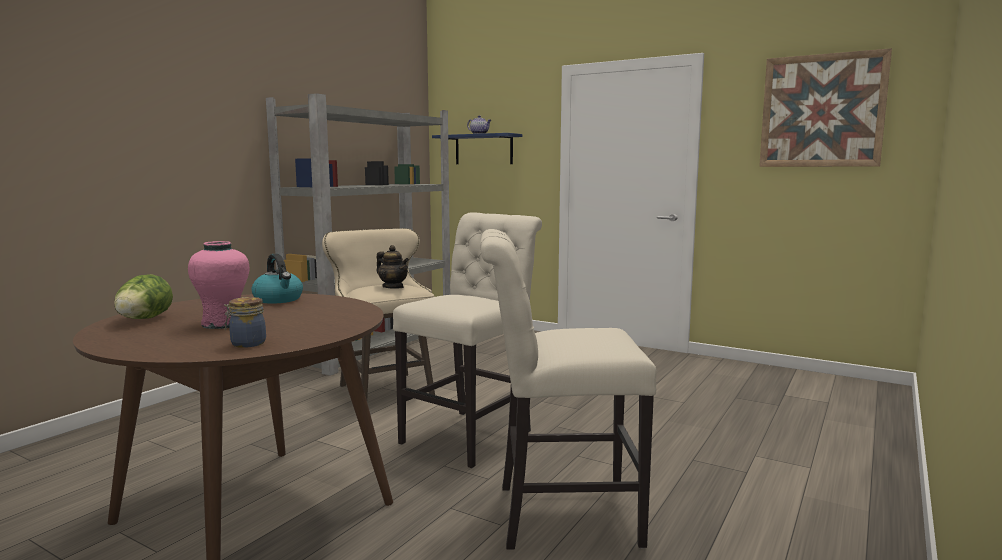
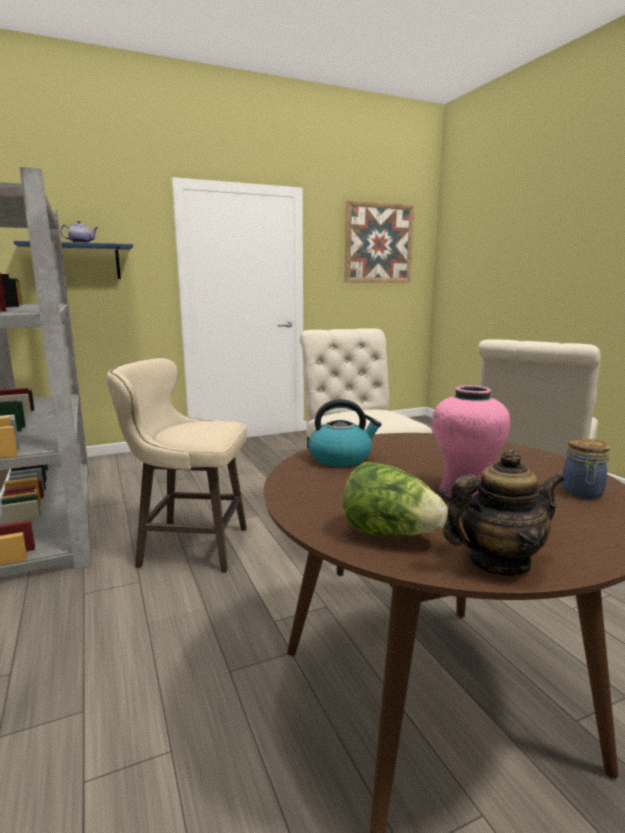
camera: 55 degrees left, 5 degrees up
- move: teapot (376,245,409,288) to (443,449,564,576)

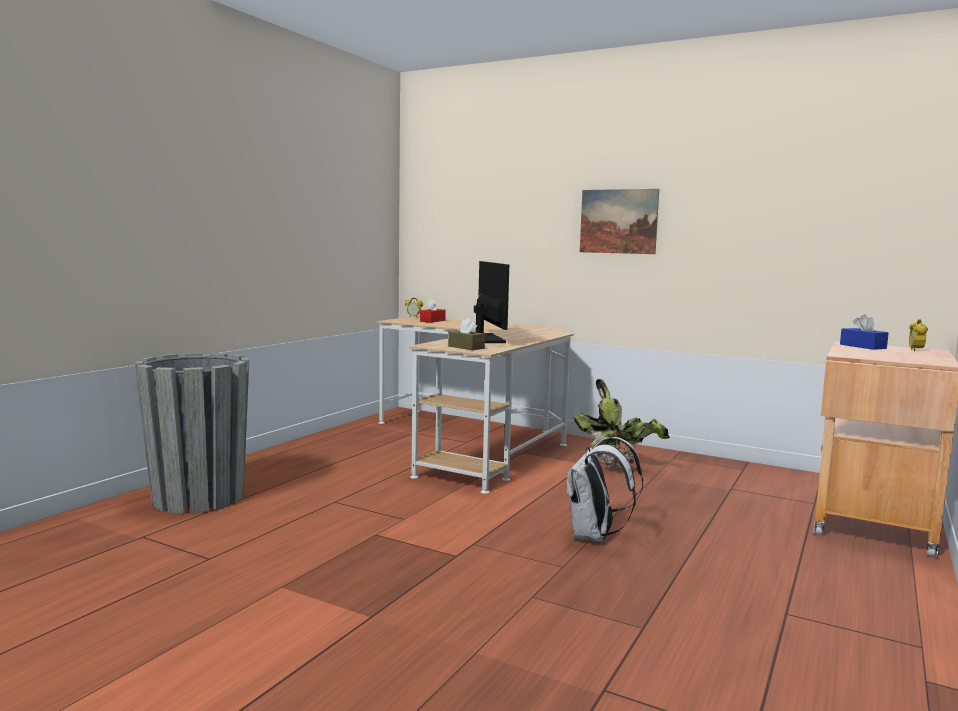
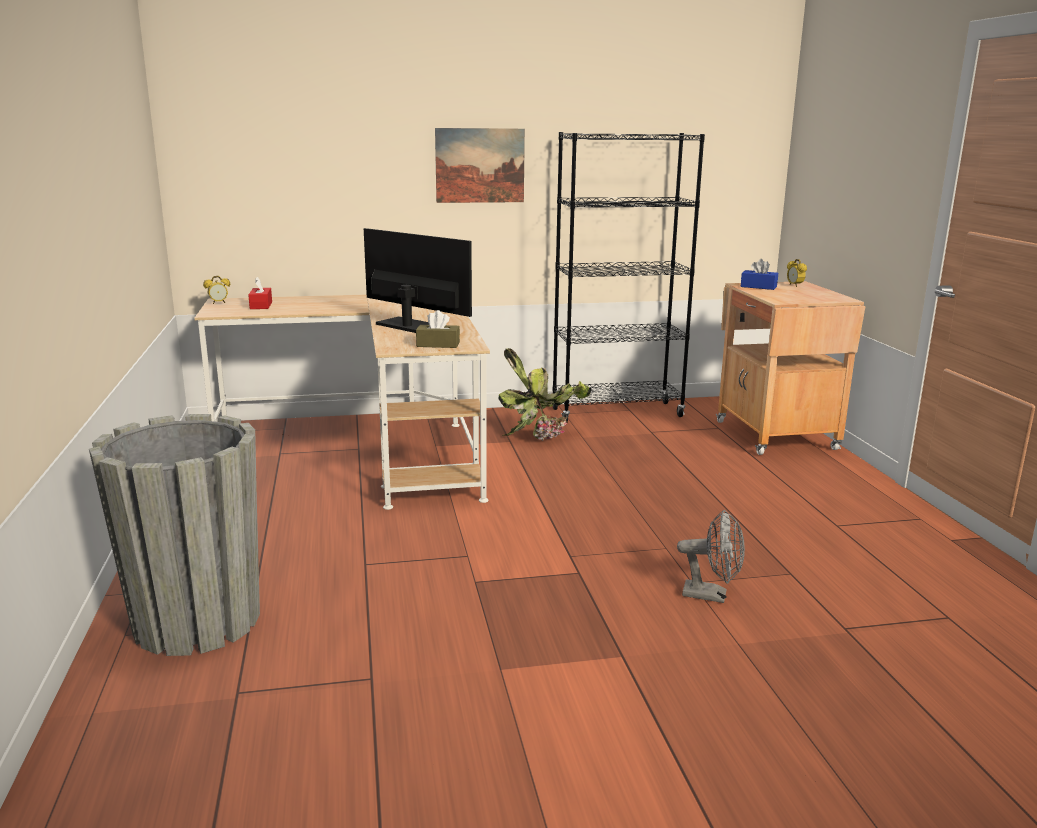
camera: 40 degrees left, 10 degrees up
- insert: black bookcase (553,132,705,422)
- insert: grey fan (677,510,745,603)
- delete: white backpack (566,437,643,542)

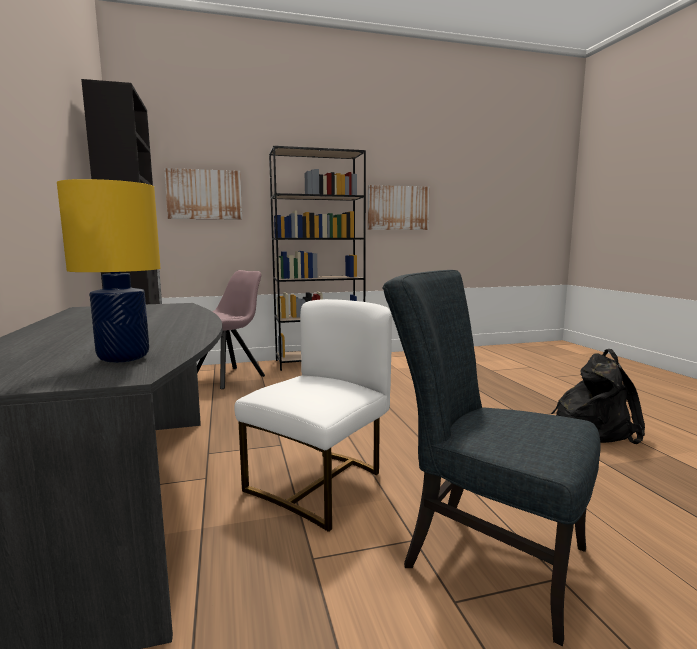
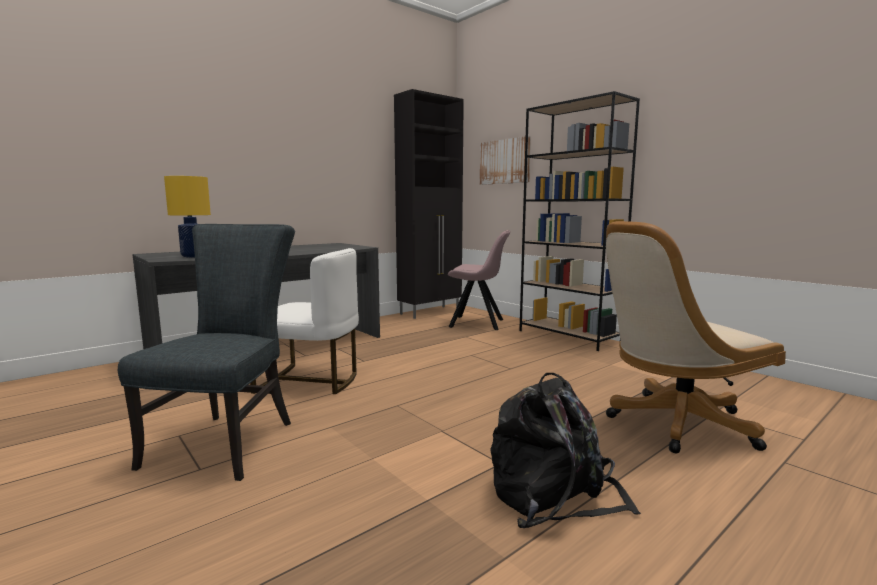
camera: 65 degrees right, 0 degrees up
- insert: office chair (606,221,786,453)
- delete: picture (368,185,430,230)

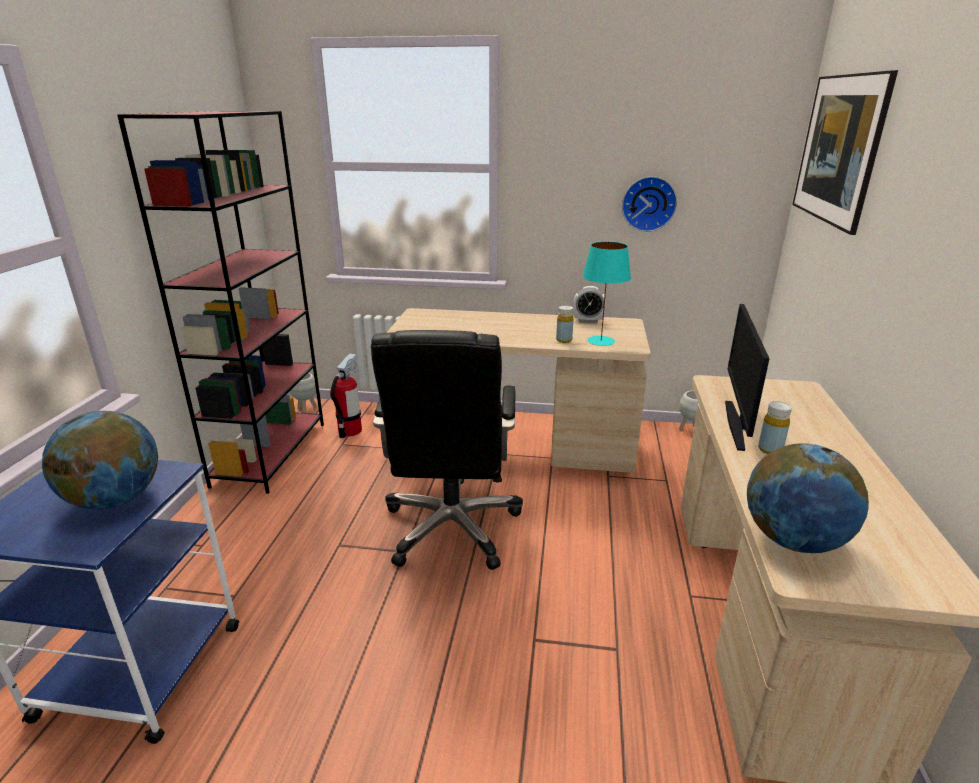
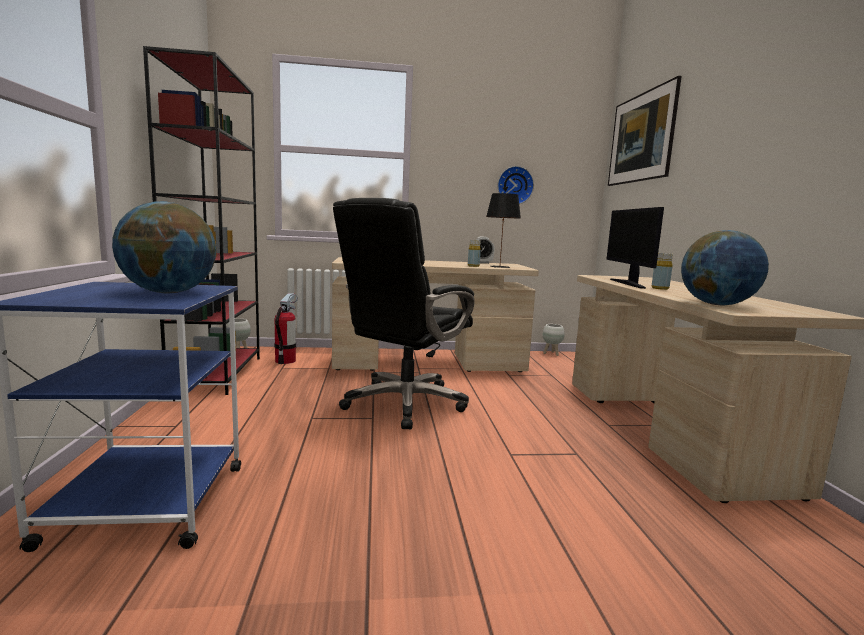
camera: 15 degrees left, 15 degrees down
- rotate: black office chair (371,330,523,570) = (333,198,475,429) 45 degrees clockwise
- recolor: turquoise table lamp (582,241,631,346) to black table lamp (486,193,521,268)

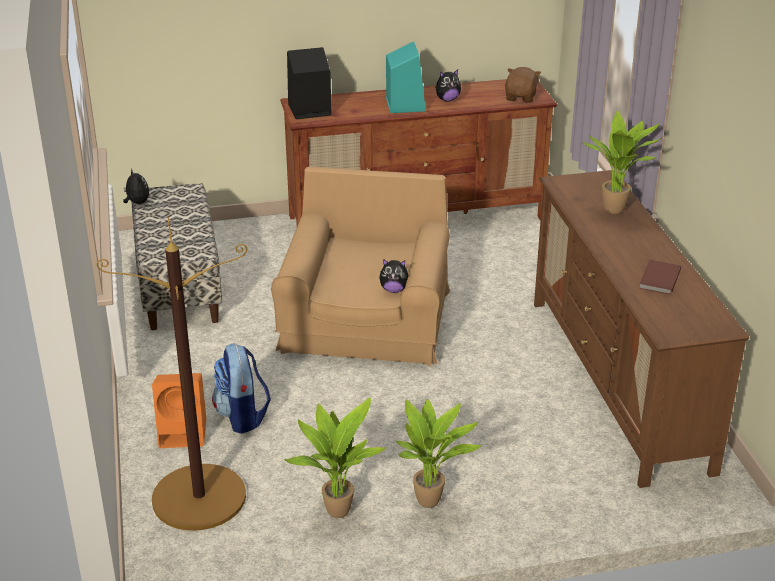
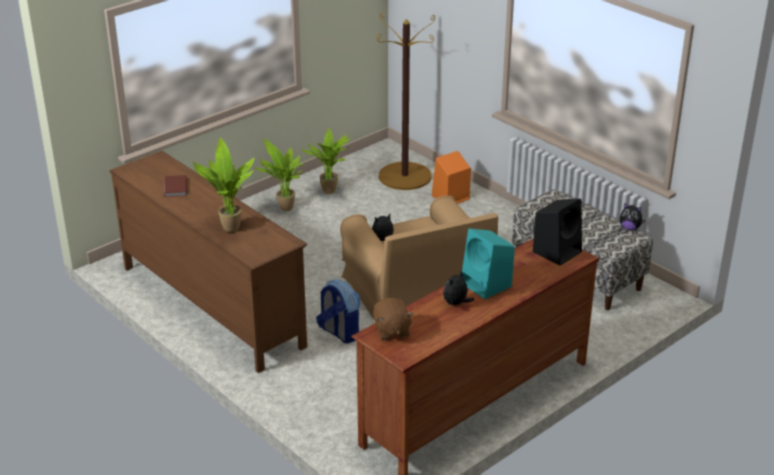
camera: 150 degrees right, 0 degrees up
- move: backpack (212,343,271,434) to (316,279,360,343)

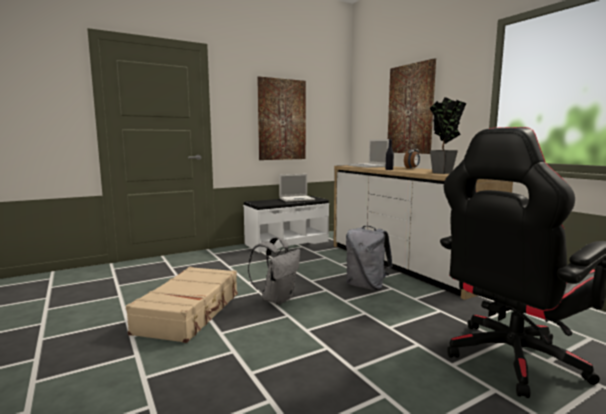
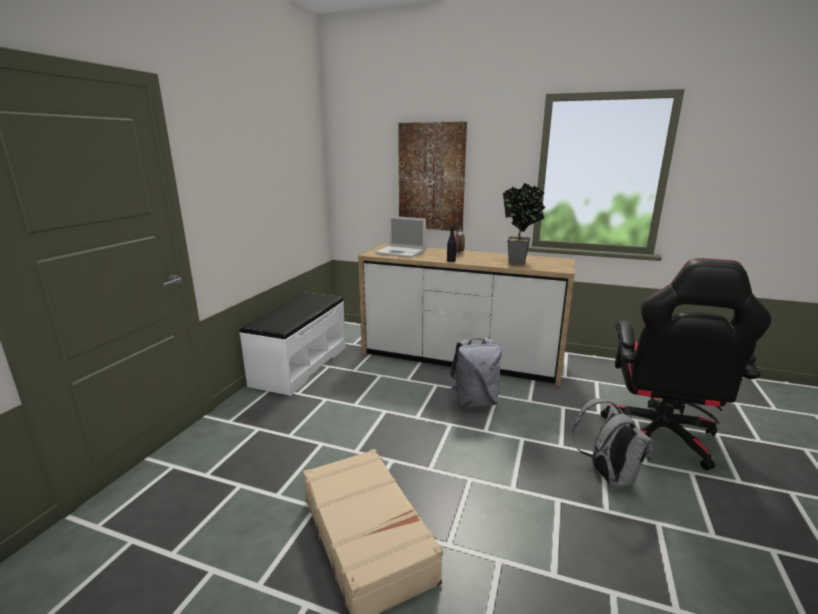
camera: 40 degrees left, 10 degrees up
- move: grey backpack (248,237,300,305) to (573,398,652,487)
- delete: picture (257,76,306,160)
- delete: laptop (279,174,315,202)

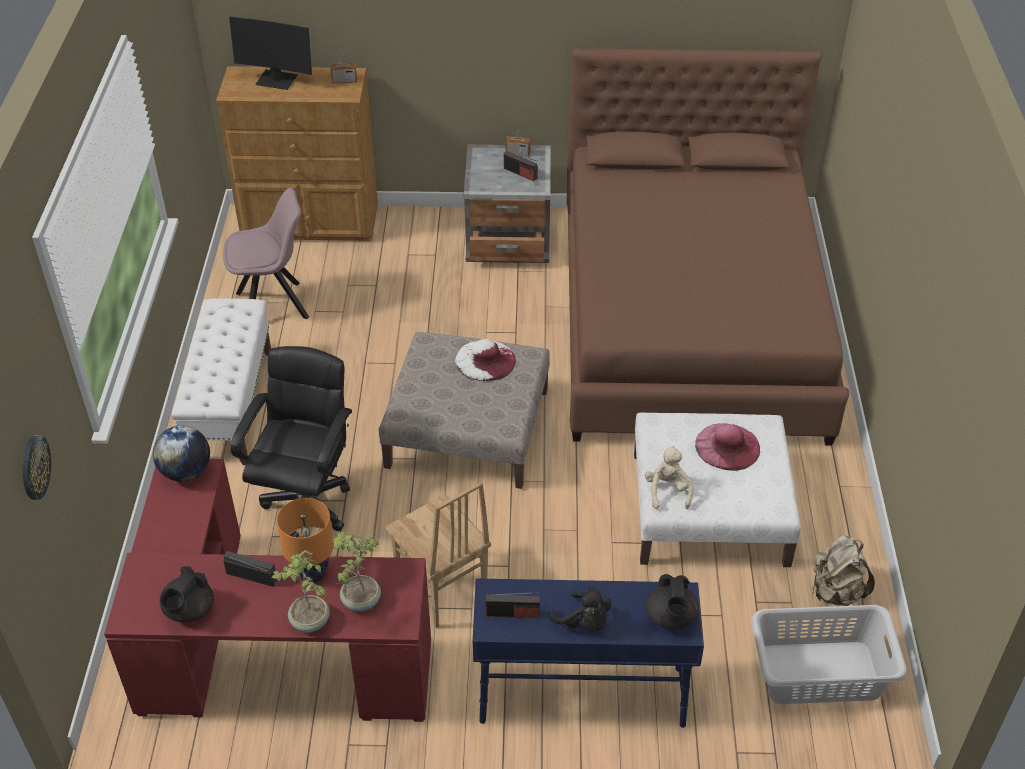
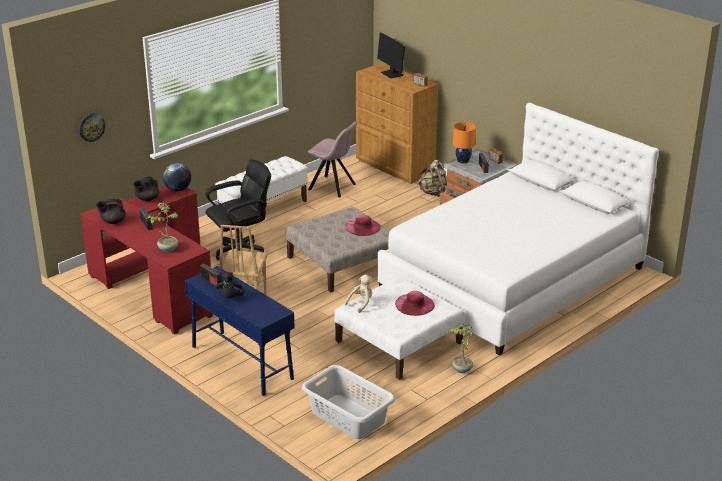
camera: 45 degrees right, 15 degrees down
- move: black teapot (645,574,699,630) to (133,176,159,201)
- recolor: white hat (455,339,516,381) to pink hat (345,215,381,236)
- recolor: brown bed (567,48,849,446) to white bed (377,103,659,356)
- move: beige backpack (812,535,875,606) to (418,160,447,197)
- move: potted plant (271,550,330,632) to (451,324,473,373)
- move: orange table lamp (277,498,334,583) to (453,122,476,163)

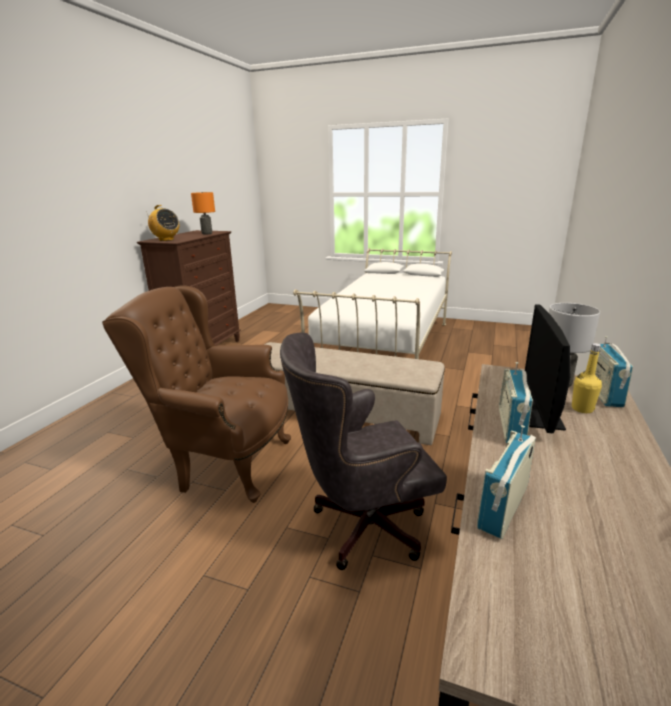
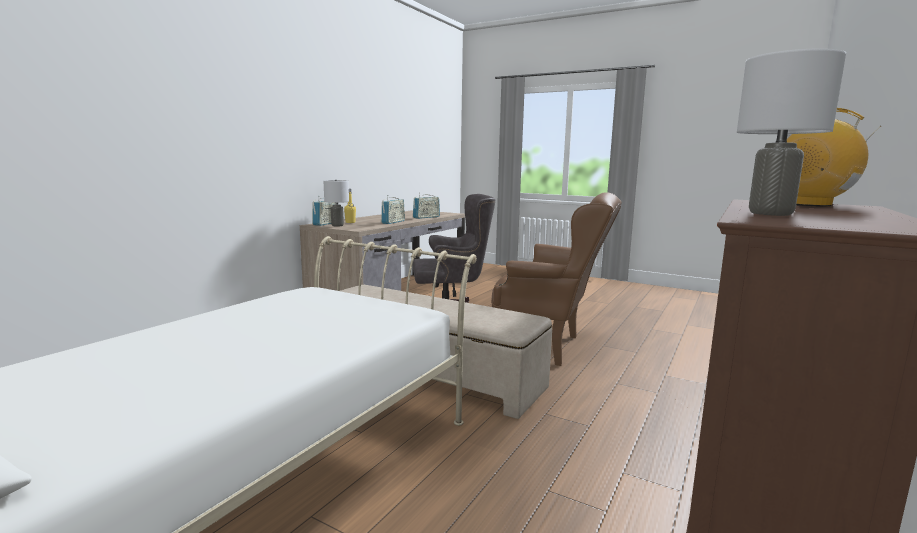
camera: 170 degrees left, 10 degrees down
- recolor: orange table lamp (191,192,215,234) to white table lamp (737,48,846,216)
- delete: monitor (525,304,570,433)

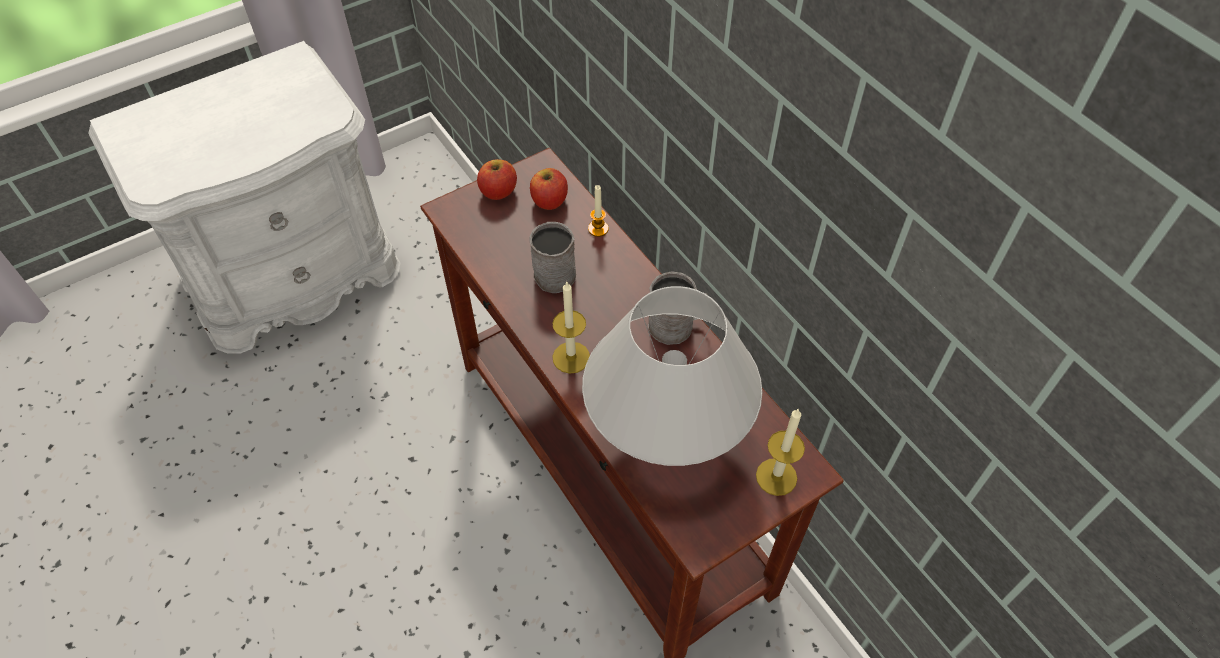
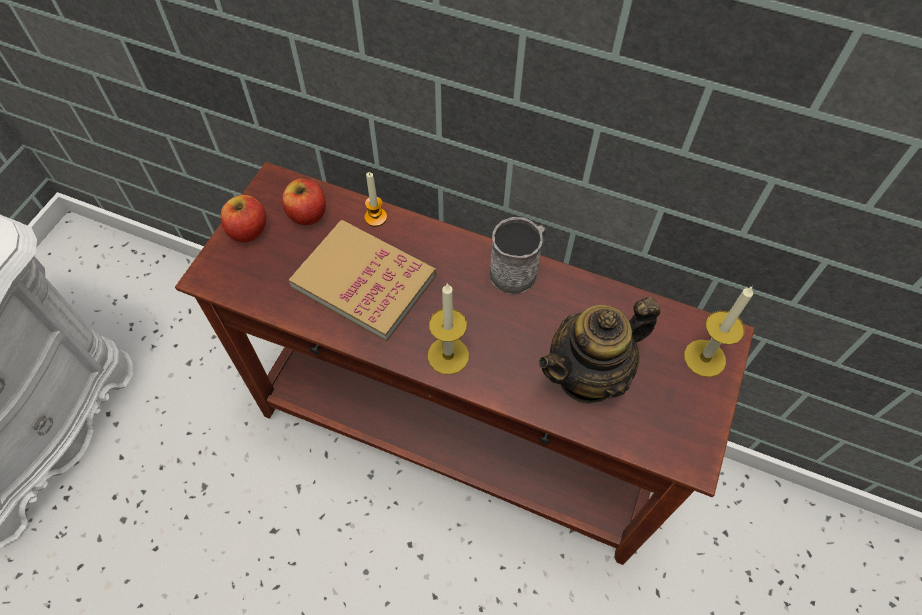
camera: 35 degrees left, 5 degrees up
- replace: grey mug (530,222,576,293) to book (289,220,436,342)
- replace: white table lamp (582,286,762,466) to teapot (539,297,660,404)

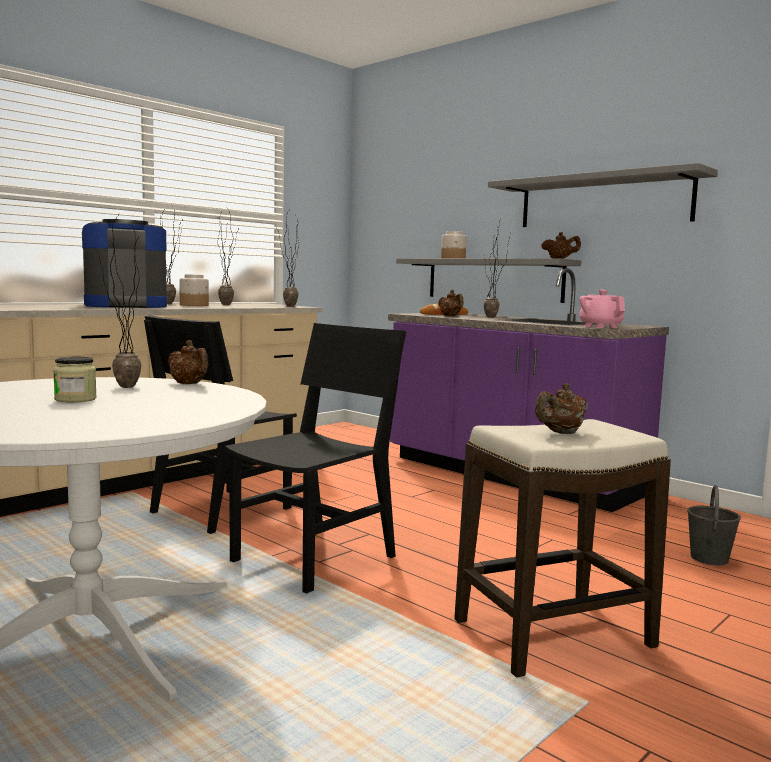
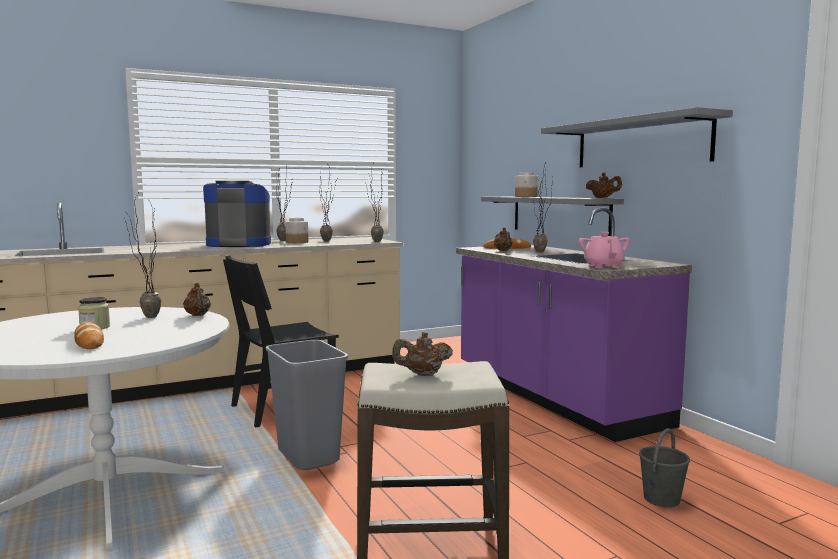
camera: 20 degrees right, 0 degrees up
- insert: bread (74,322,104,349)
- replace: black chair (224,323,407,594) to grey trash can (266,340,348,470)

